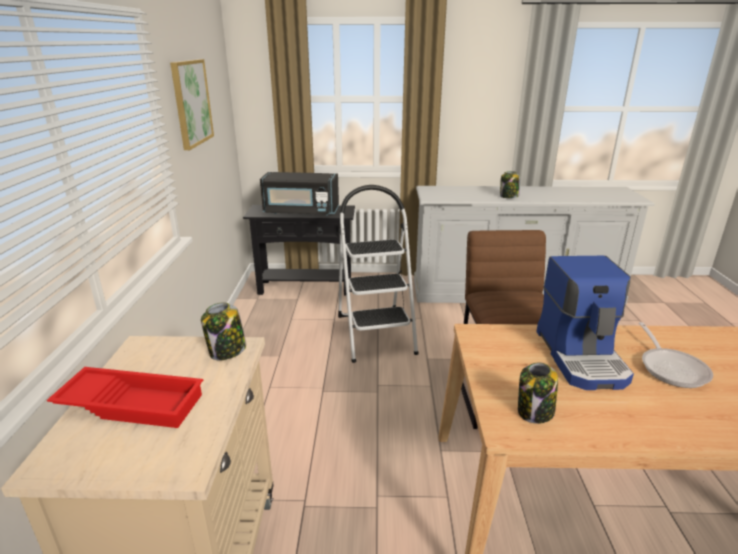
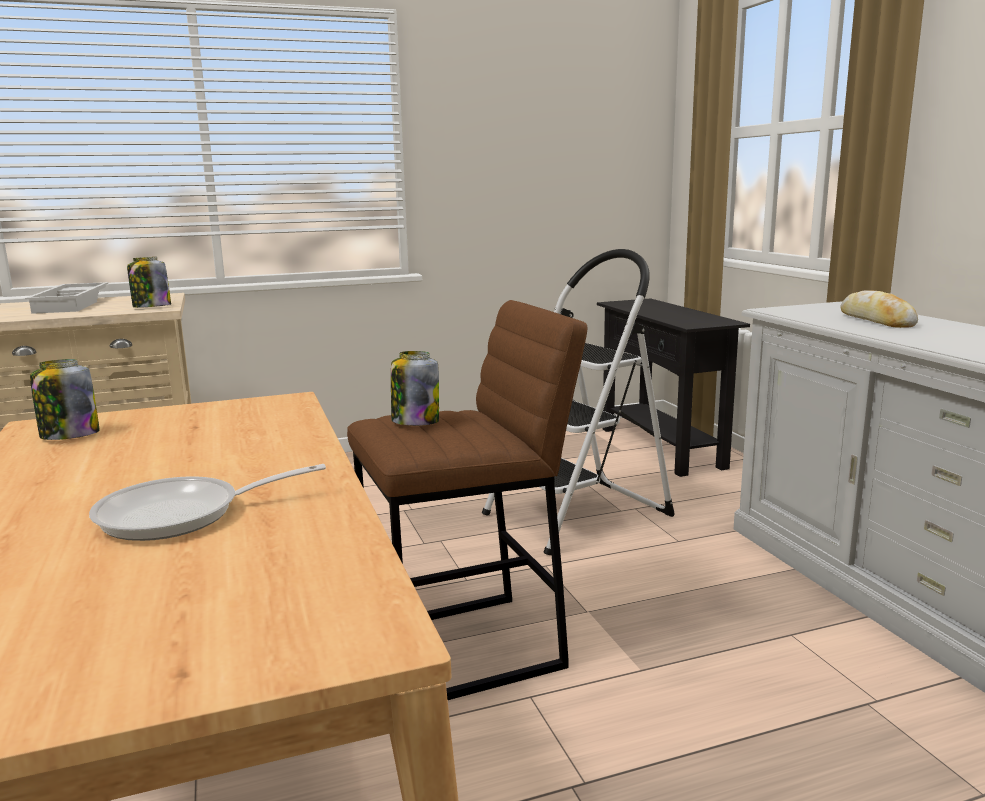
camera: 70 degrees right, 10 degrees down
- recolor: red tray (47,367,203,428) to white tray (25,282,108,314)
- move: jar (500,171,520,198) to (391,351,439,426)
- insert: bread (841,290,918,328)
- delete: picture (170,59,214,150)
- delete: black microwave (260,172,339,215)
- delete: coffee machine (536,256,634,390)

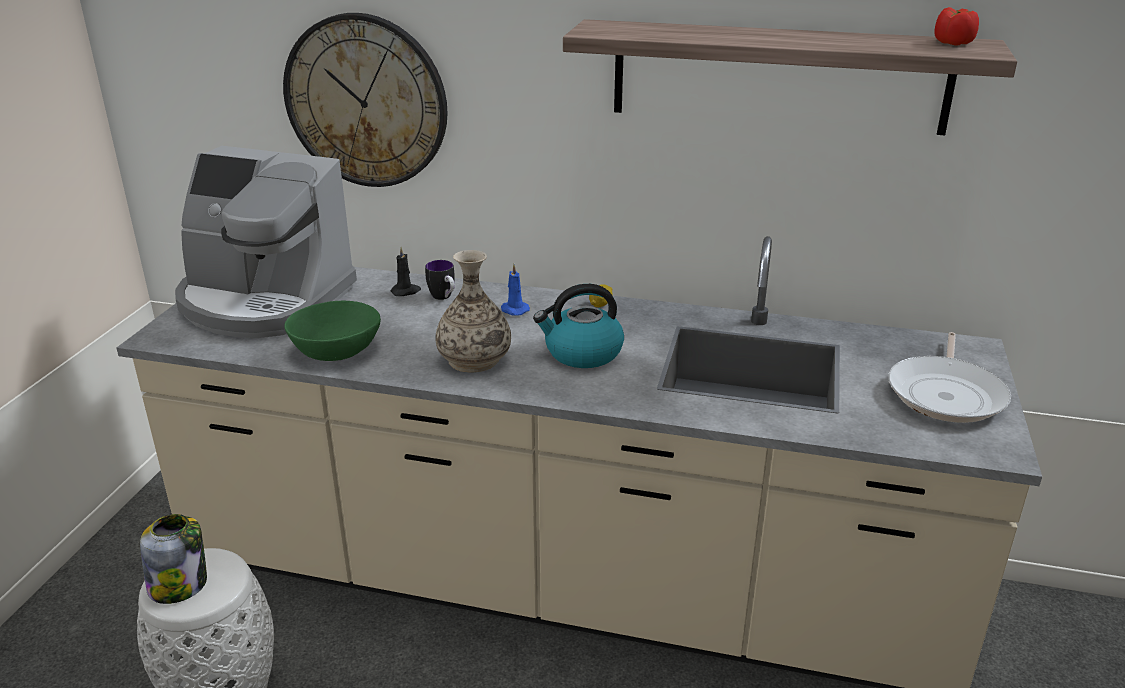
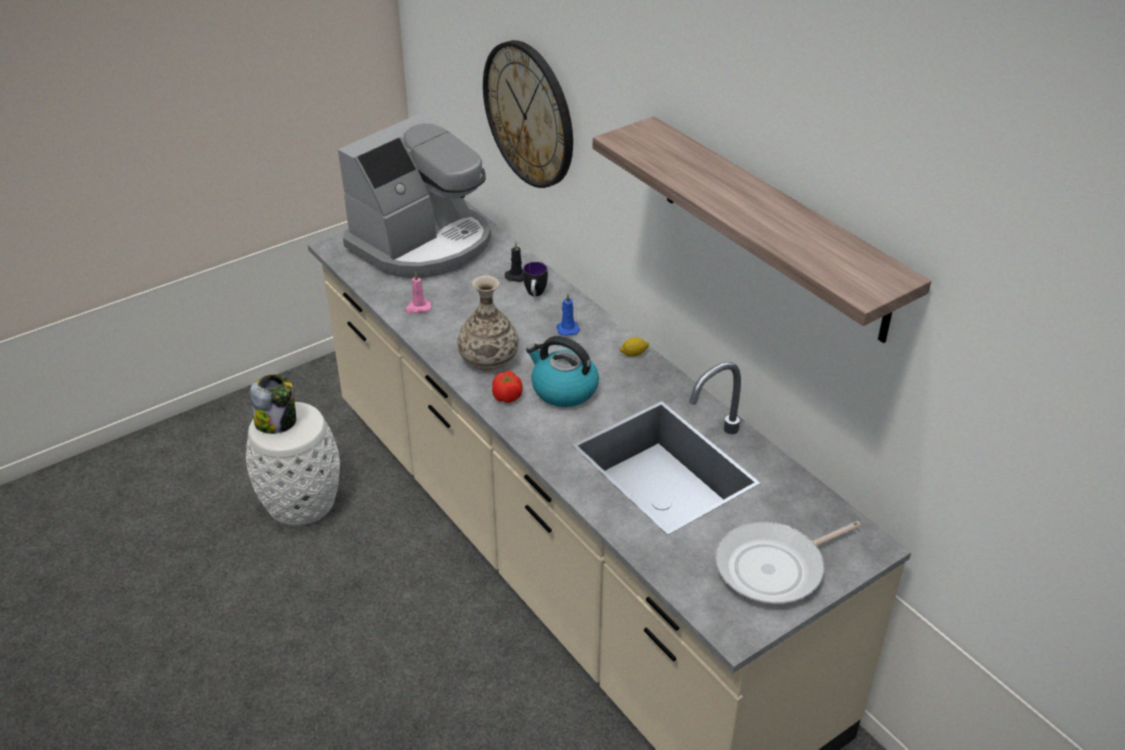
camera: 40 degrees right, 10 degrees up
- rotate: coffee machine (175,146,357,338) = (338,112,491,278) 105 degrees counterclockwise
- replace: green bowl (284,301,381,361) to pink candle (405,272,431,313)
- move: tomato (935,7,979,45) to (492,370,523,403)

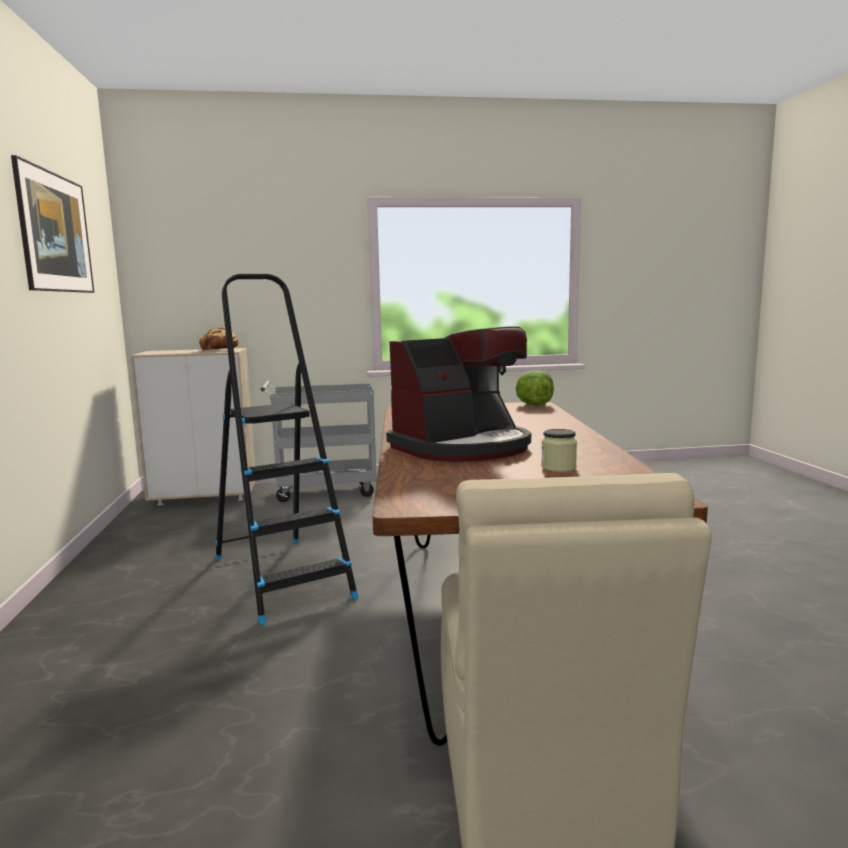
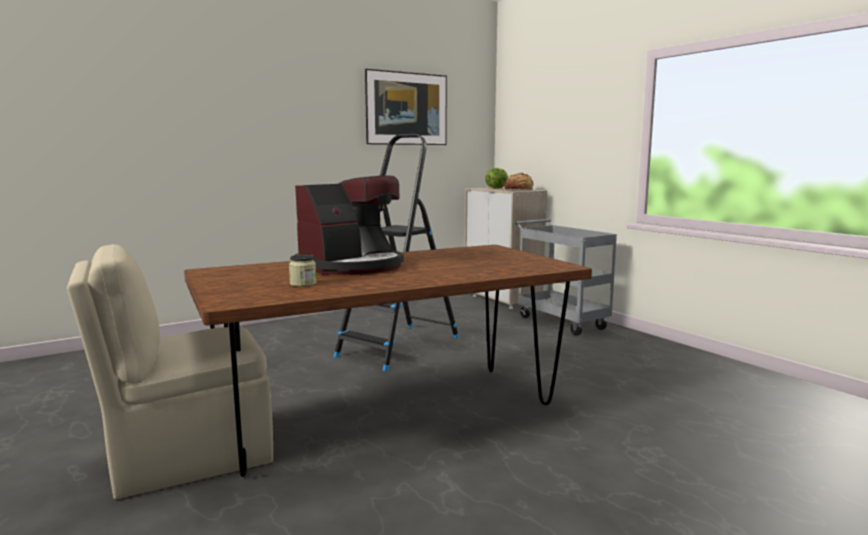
camera: 65 degrees right, 0 degrees up
- rotate: coffee machine (386,326,531,462) = (295,176,404,275) 75 degrees counterclockwise
- move: lettuce (516,370,554,405) to (485,168,509,188)

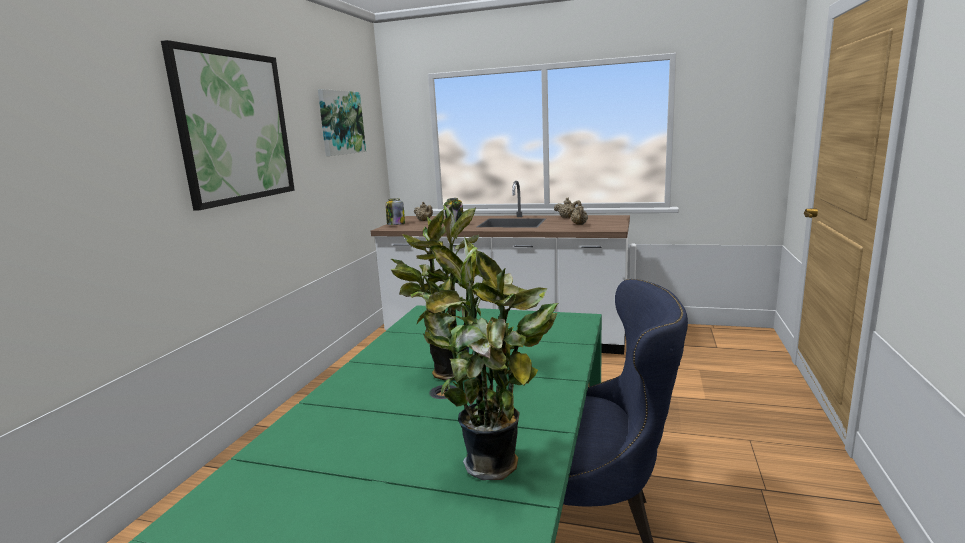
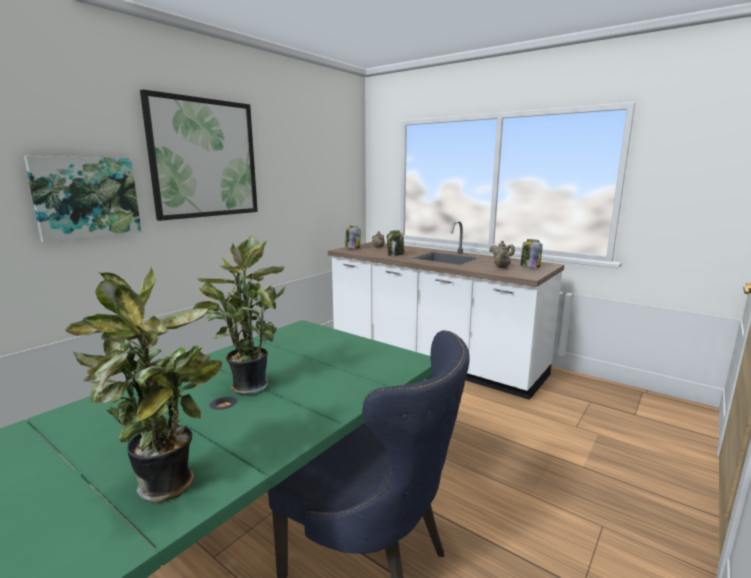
camera: 20 degrees right, 0 degrees up
- move: picture (318,89,366,156) to (24,156,141,242)
- insert: jar (520,239,543,268)

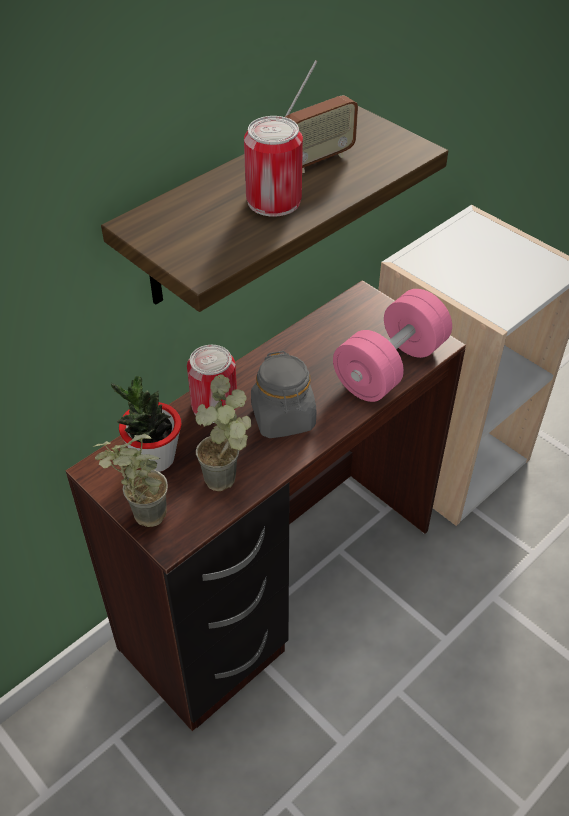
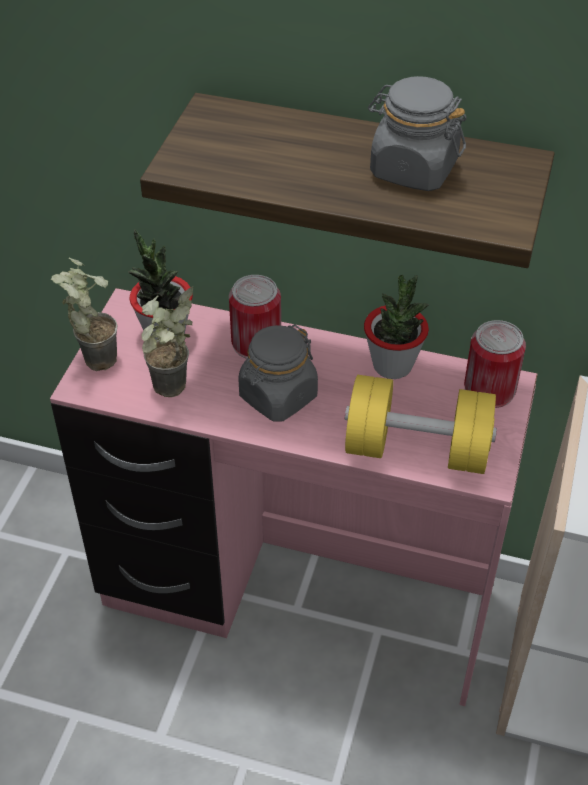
camera: 60 degrees right, 0 degrees up
- recolor: brown desk (66,280,466,731) to pink desk (50,288,538,706)
- recolor: pink dumbbell (333,289,452,402) to yellow dumbbell (345,375,497,474)
- insert: potted plant (364,275,429,379)
- replace: radio (285,60,358,173) to grey jar (368,76,467,191)
- move: can (244,116,303,217) to (464,320,526,408)

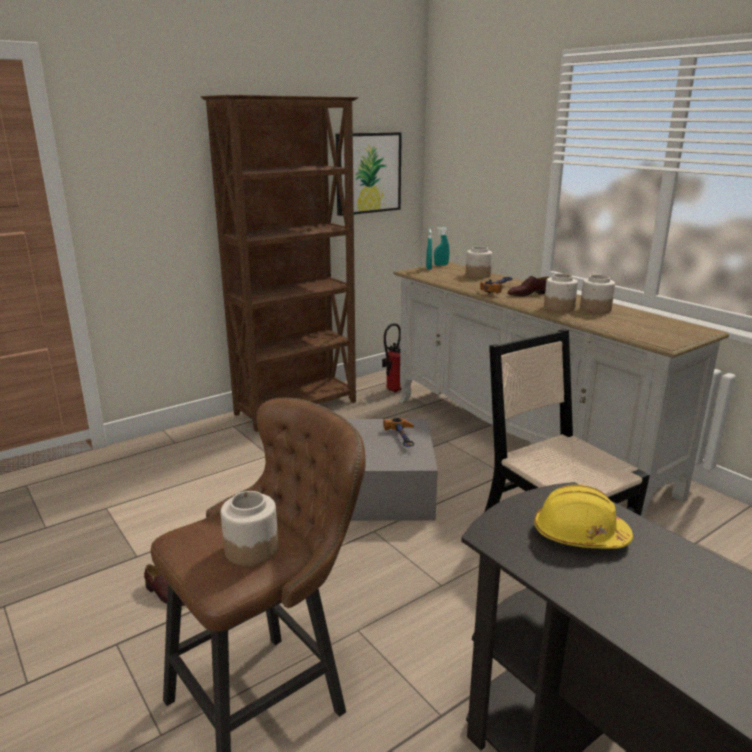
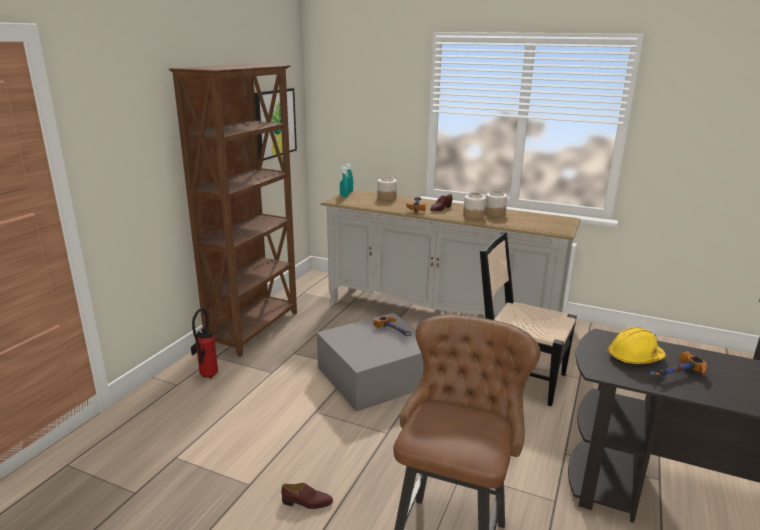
camera: 30 degrees left, 0 degrees up
- move: fire extinguisher (382,323,401,393) to (191,308,218,379)
- insert: hammer (650,351,707,378)
- delete: jar (221,491,278,566)

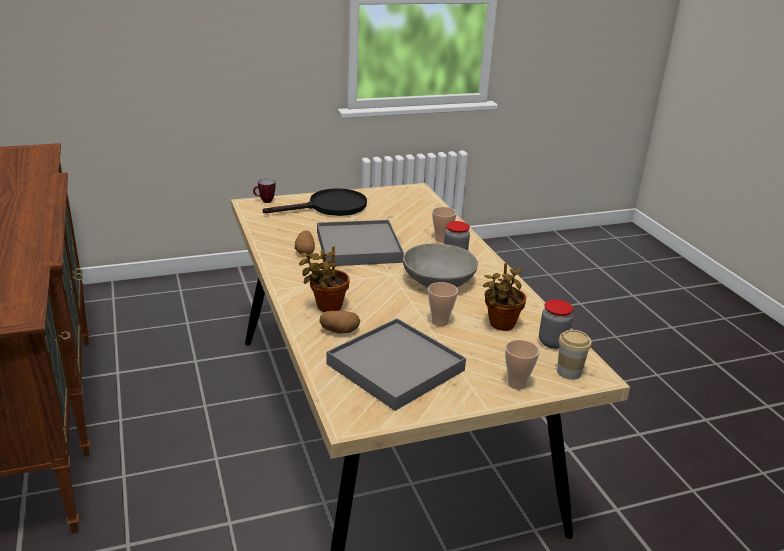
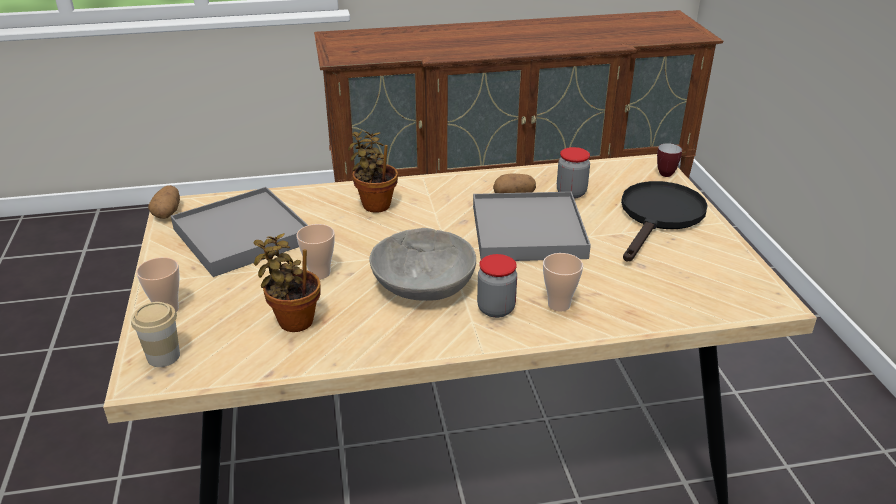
camera: 100 degrees right, 5 degrees up
- move: potato (319,311,360,334) to (148,185,180,219)
- move: jar (539,299,573,349) to (557,147,590,199)
- rotate: black frying pan (263,188,367,216) = (621,181,708,262) 135 degrees counterclockwise

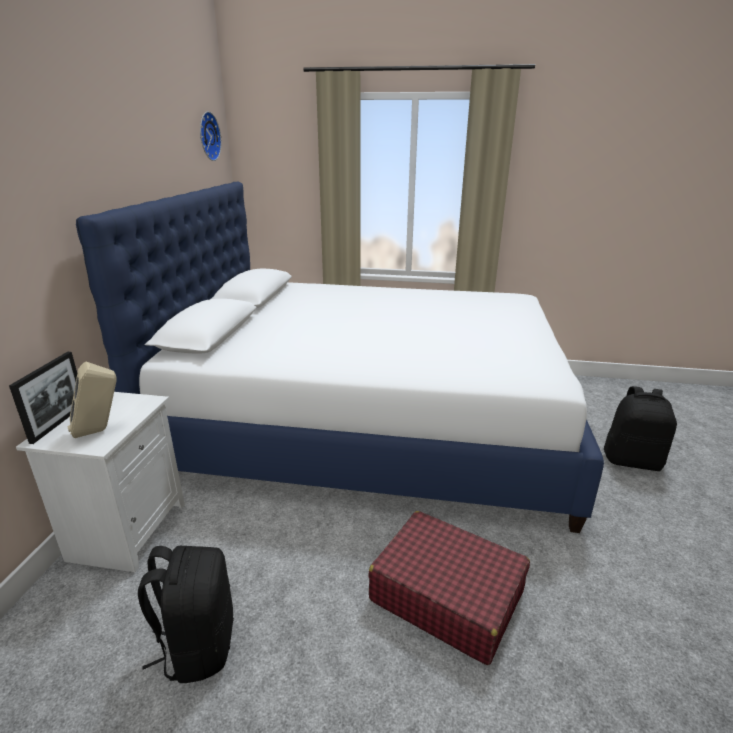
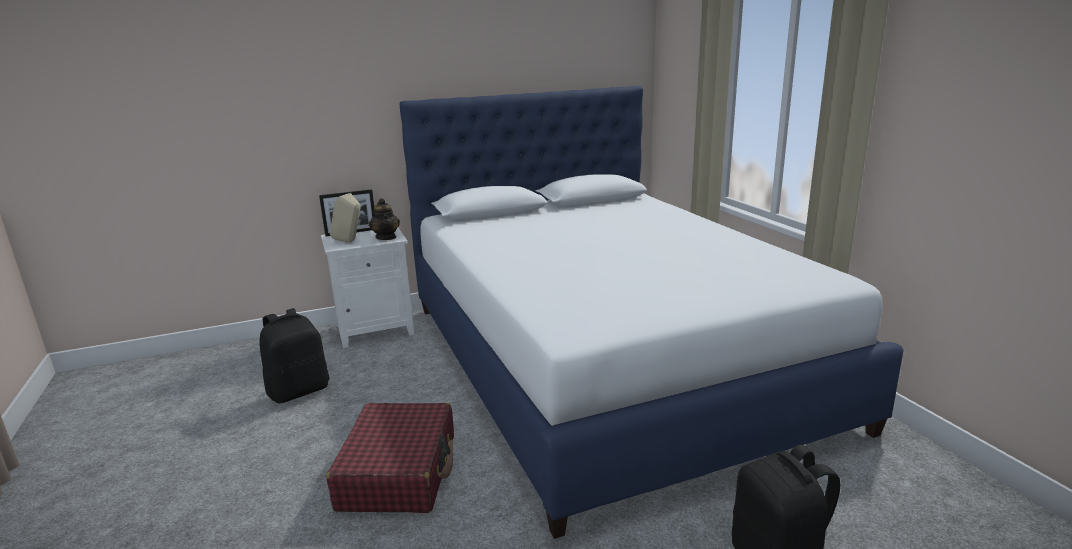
camera: 60 degrees right, 5 degrees down
- insert: teapot (369,198,400,240)
- delete: wall clock (200,111,222,161)

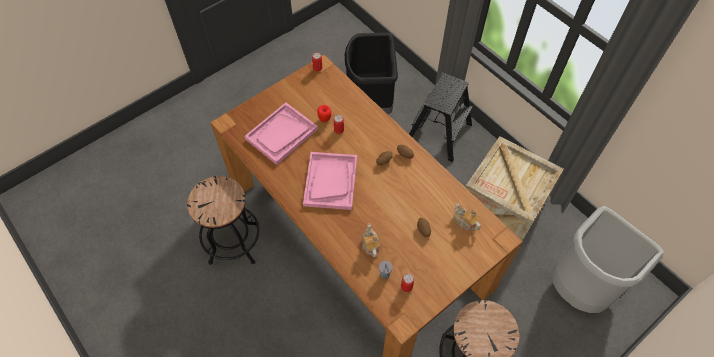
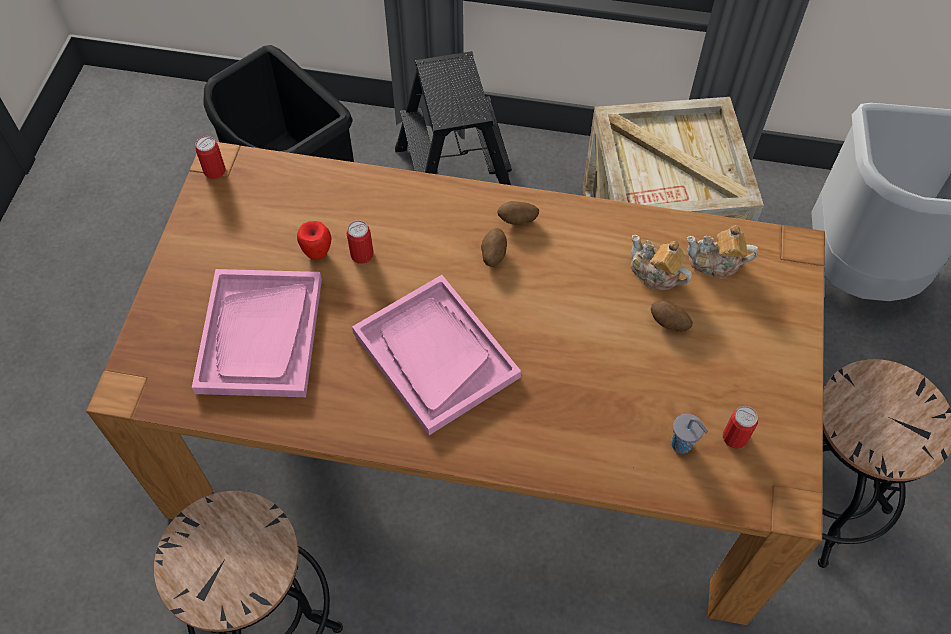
camera: 40 degrees left, 0 degrees up
- move: teapot (362,223,380,257) to (631,235,692,290)

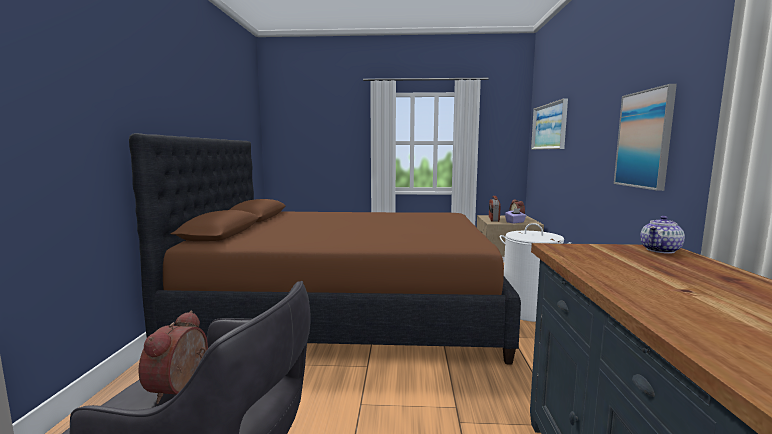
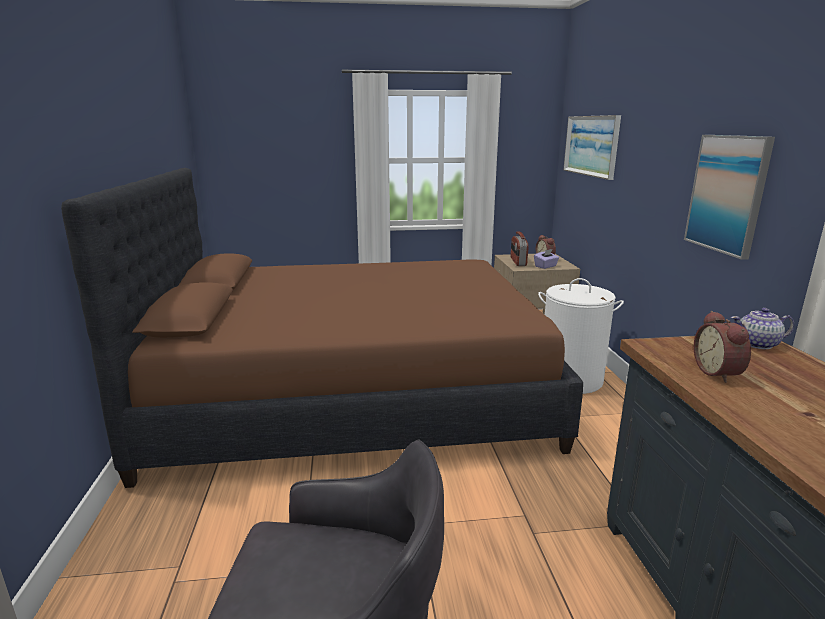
camera: 10 degrees left, 10 degrees up
- move: alarm clock (138,311,208,404) to (694,311,751,383)
- rotate: teapot (640,216,685,254) = (731,308,794,349) 45 degrees clockwise

